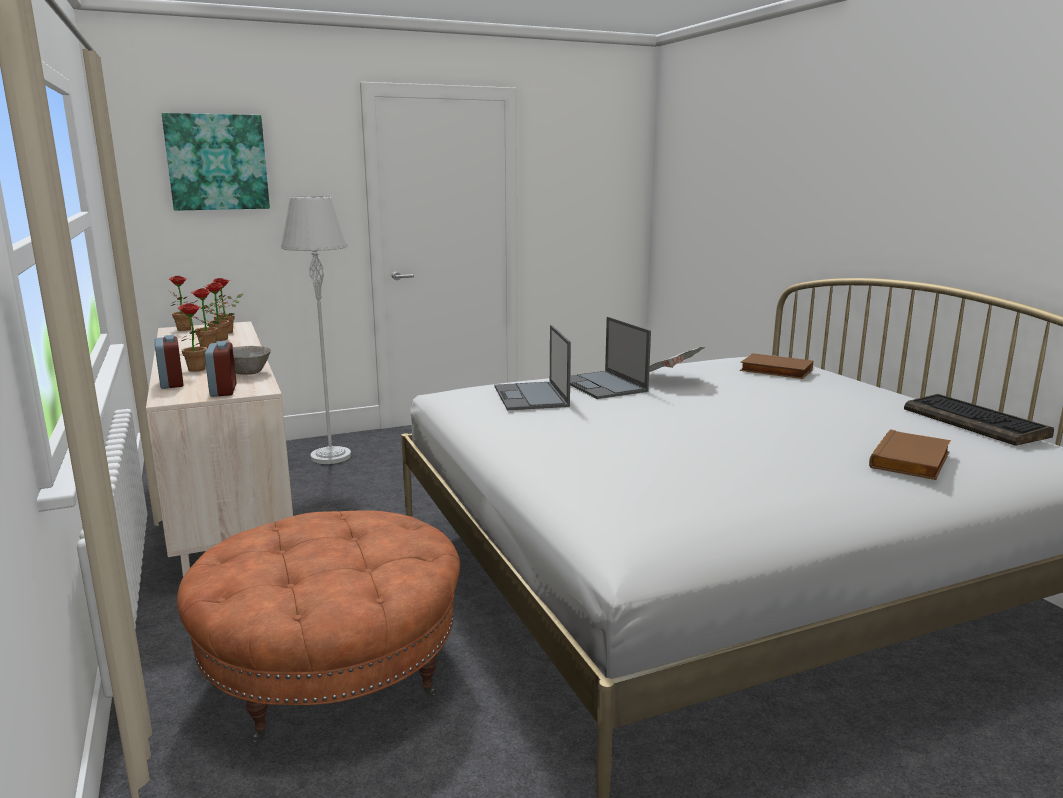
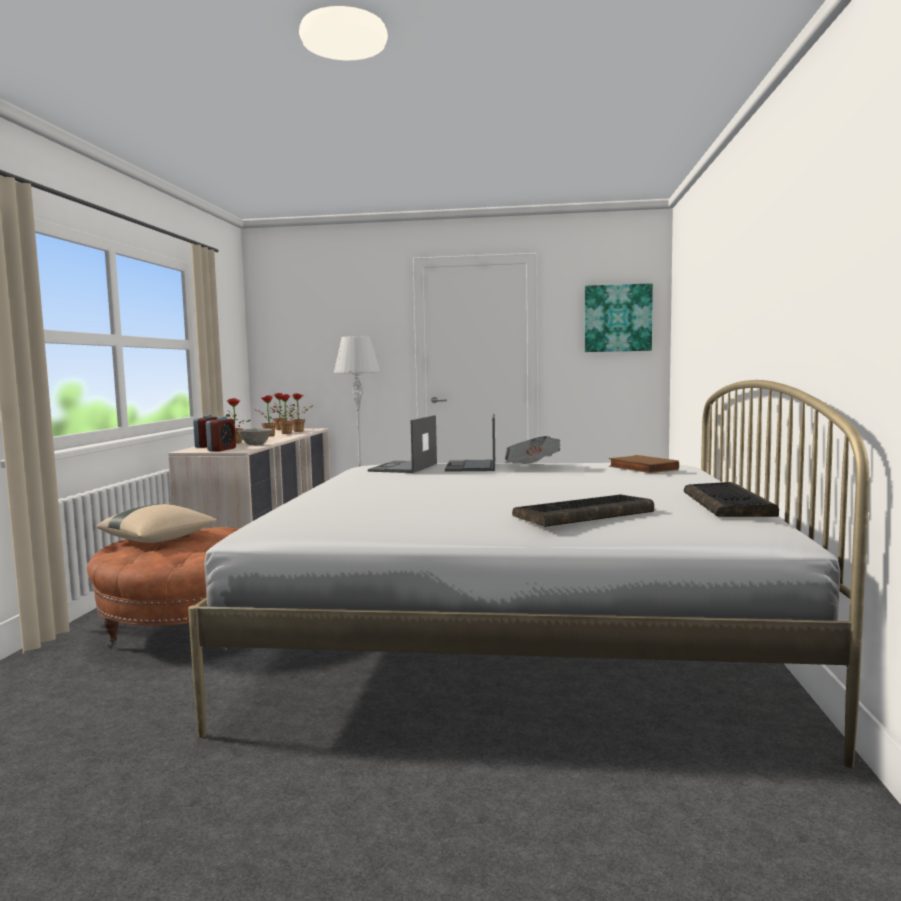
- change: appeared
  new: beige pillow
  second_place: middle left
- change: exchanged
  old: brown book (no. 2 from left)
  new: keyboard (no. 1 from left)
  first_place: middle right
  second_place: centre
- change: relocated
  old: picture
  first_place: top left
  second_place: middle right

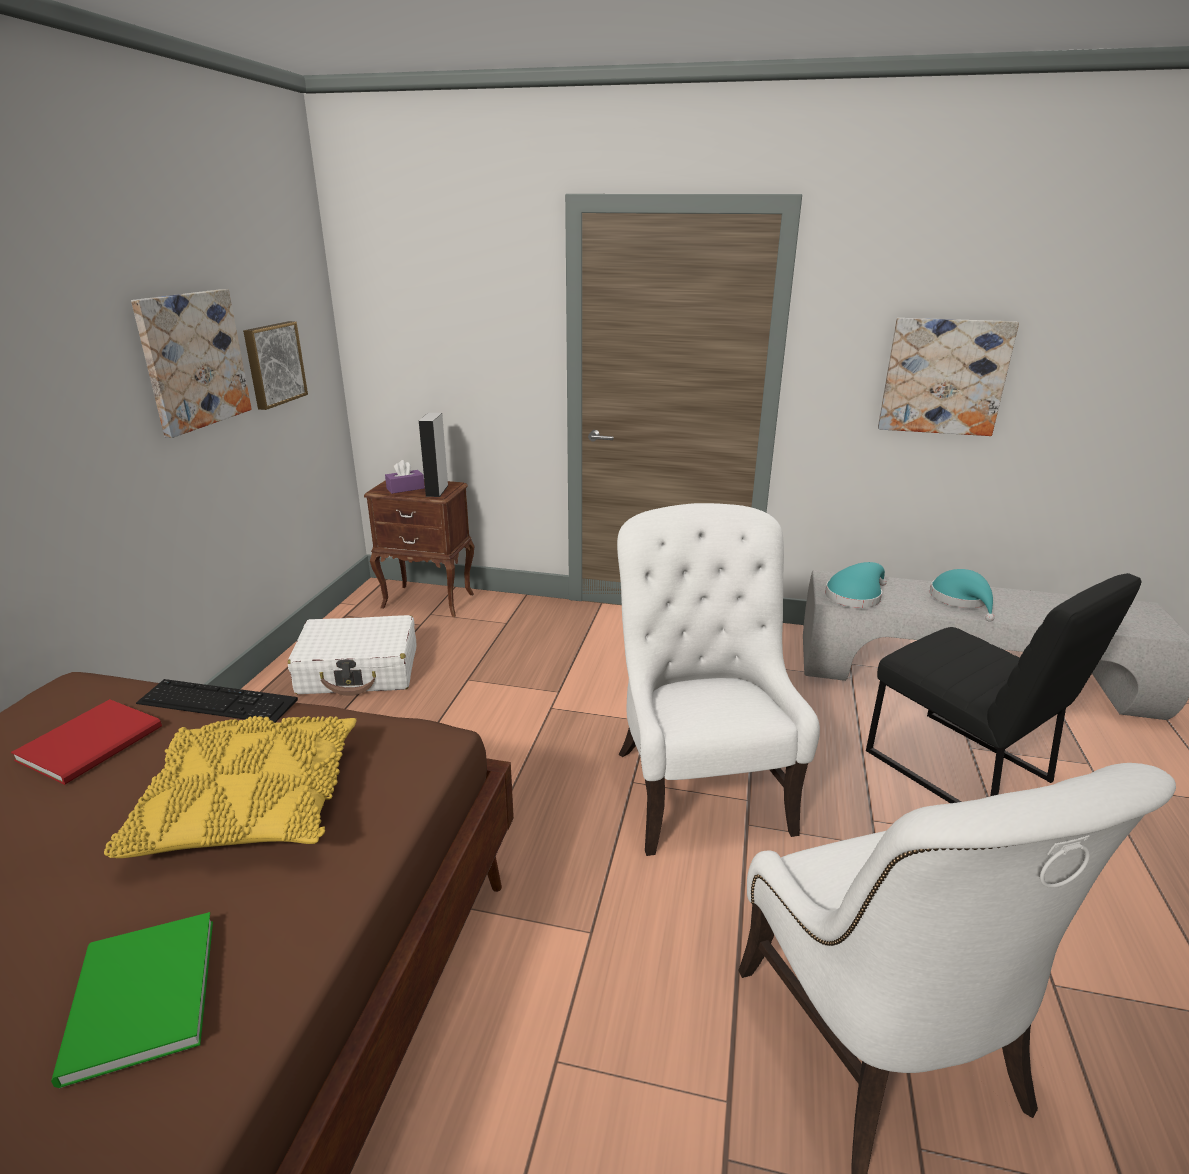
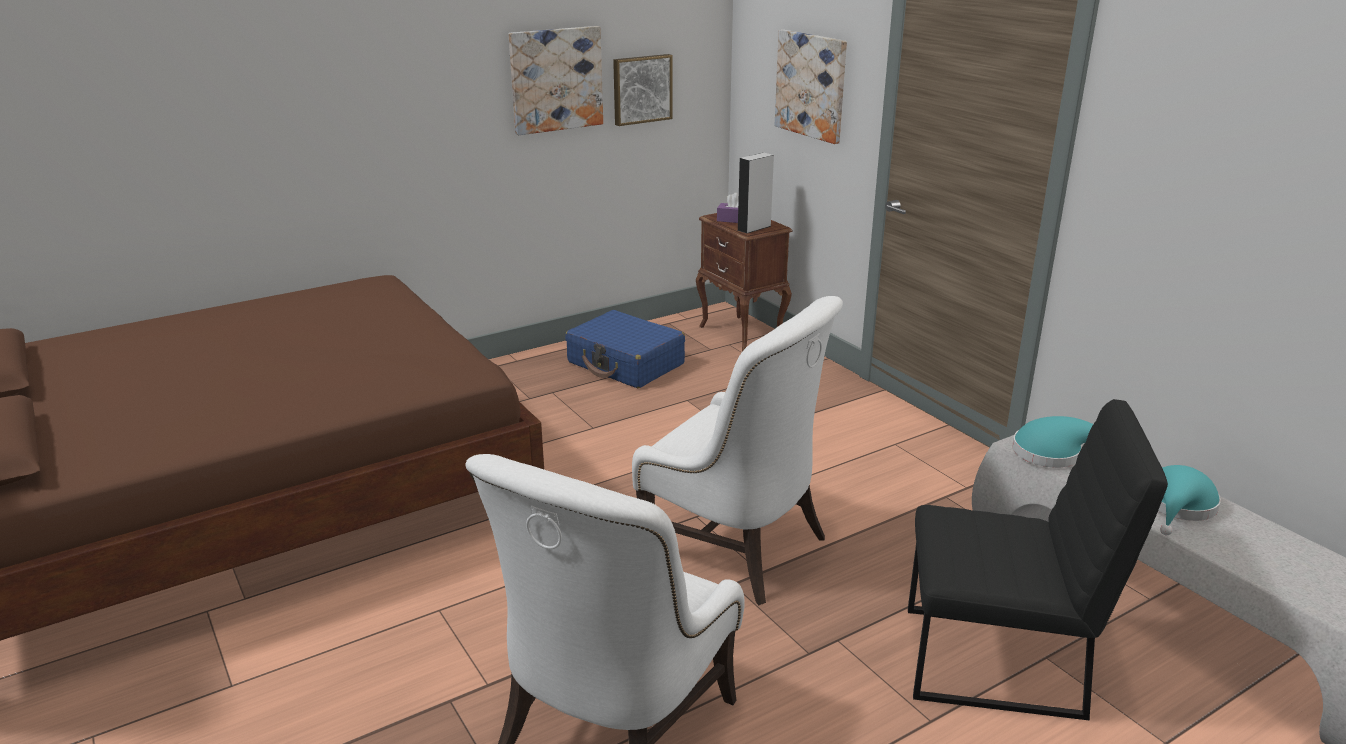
- change: colour
  old: white suitcase
  new: blue suitcase
  first_place: middle left
  second_place: centre
- change: spun
  old: white chair (no. 1 from left in the first image)
  first_place: centre
  second_place: centre
  degrees: 90
- change: relocated
  old: picture (no. 3 from left)
  first_place: top right
  second_place: top centre
- change: spun
  old: black chair
  first_place: middle right
  second_place: bottom right
  degrees: -90
- change: missing
  old: red book
  first_place: middle left
- change: missing
  old: green book
  first_place: bottom left
- change: missing
  old: yellow pillow
  first_place: bottom left
- change: missing
  old: keyboard
  first_place: middle left

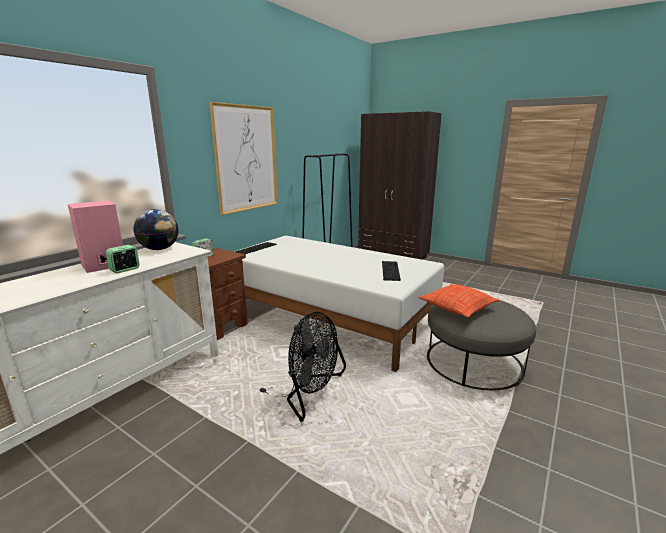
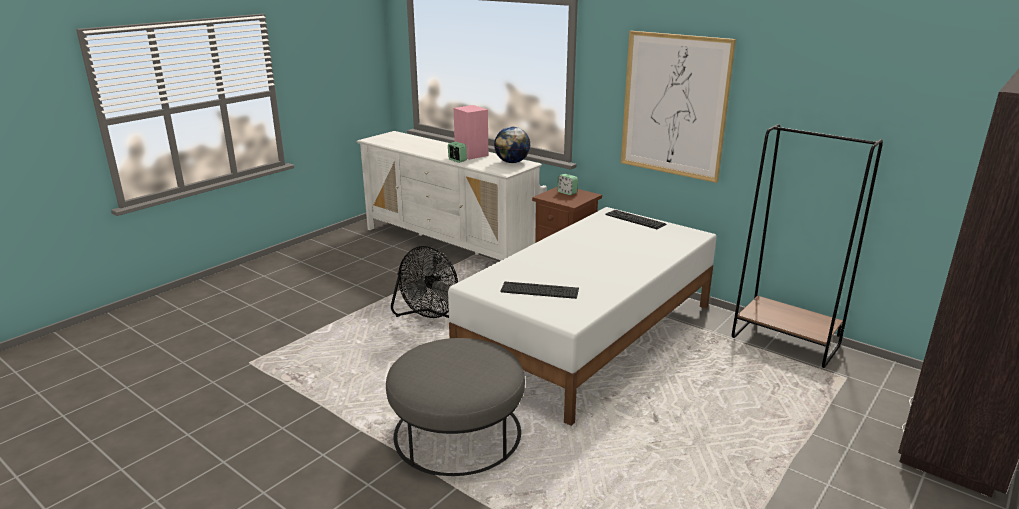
- change: missing
  old: orange pillow
  first_place: middle right

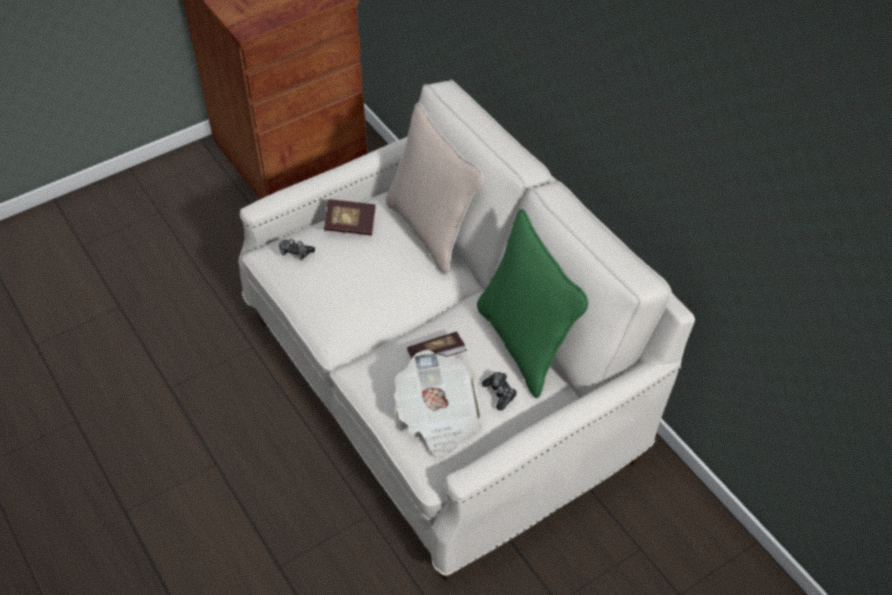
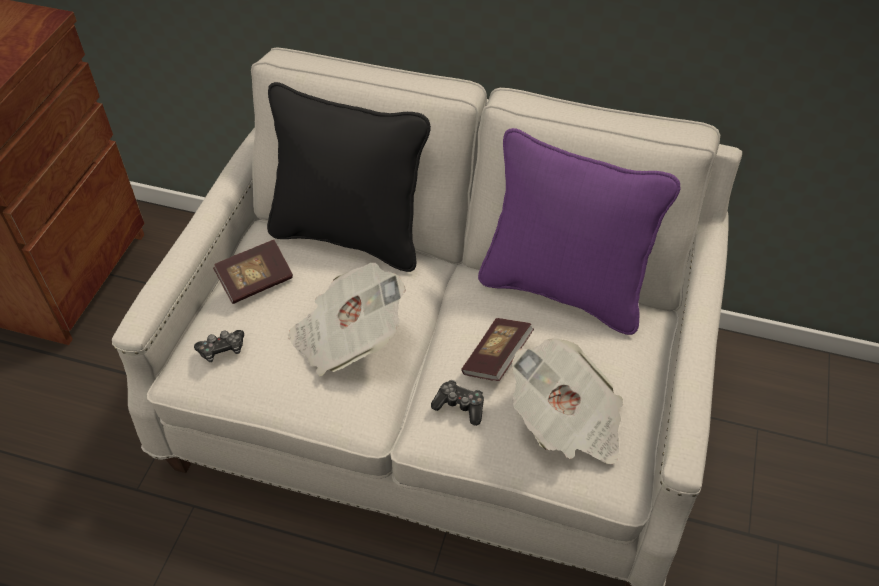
- change: colour
  old: beige pillow
  new: black pillow
  first_place: top centre
  second_place: top centre
- change: appeared
  new: newspaper (no. 1 from left)
  second_place: centre
- change: relocated
  old: game controller (no. 2 from left)
  first_place: centre
  second_place: bottom centre
- change: colour
  old: green pillow
  new: purple pillow
  first_place: centre
  second_place: centre

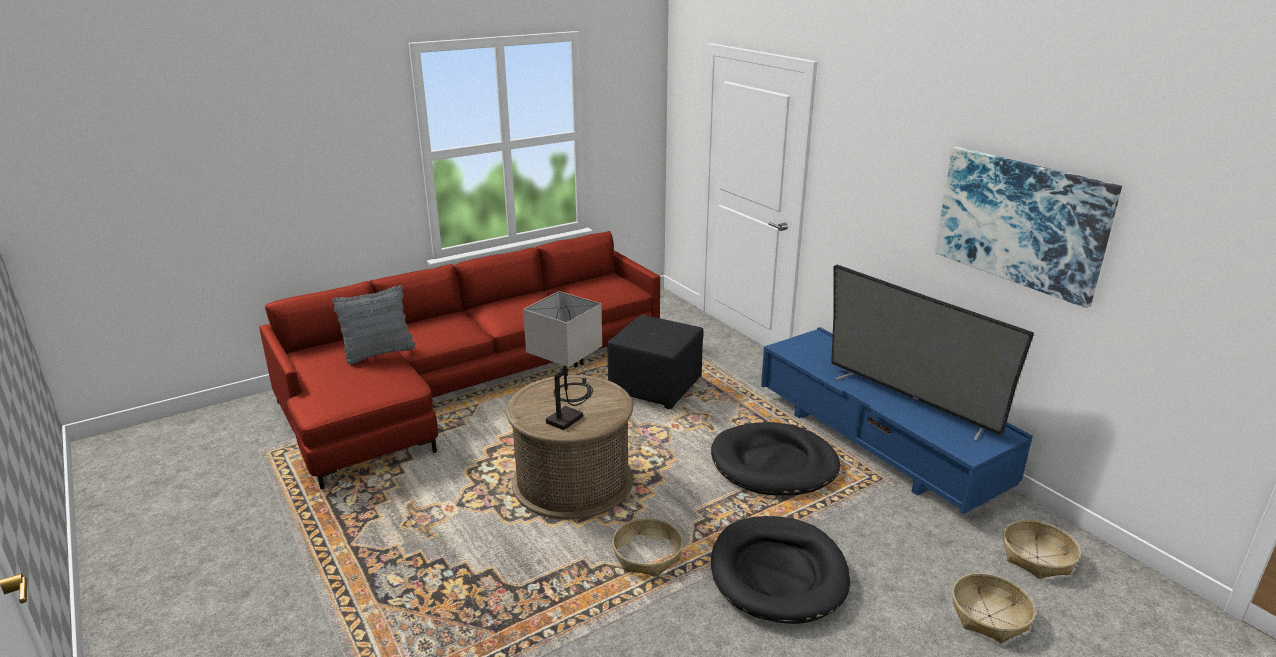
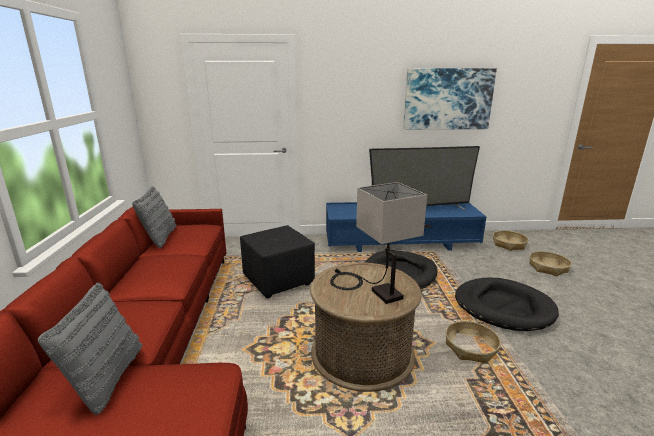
- change: appeared
  new: grey pillow (no. 2 from left)
  second_place: middle left

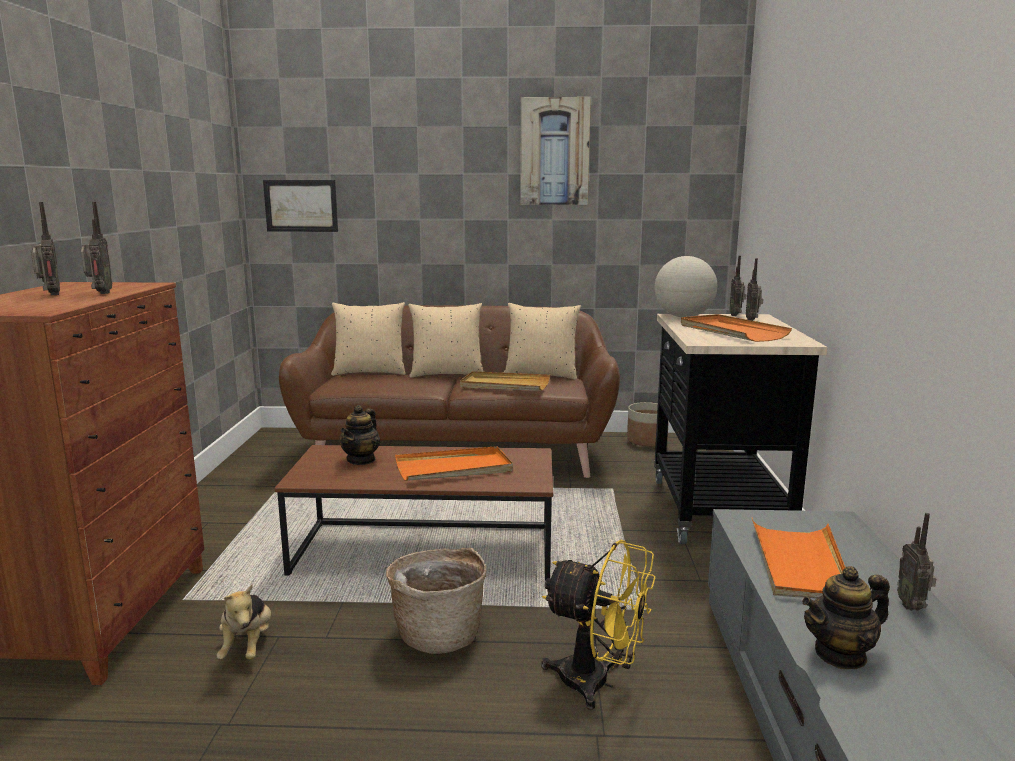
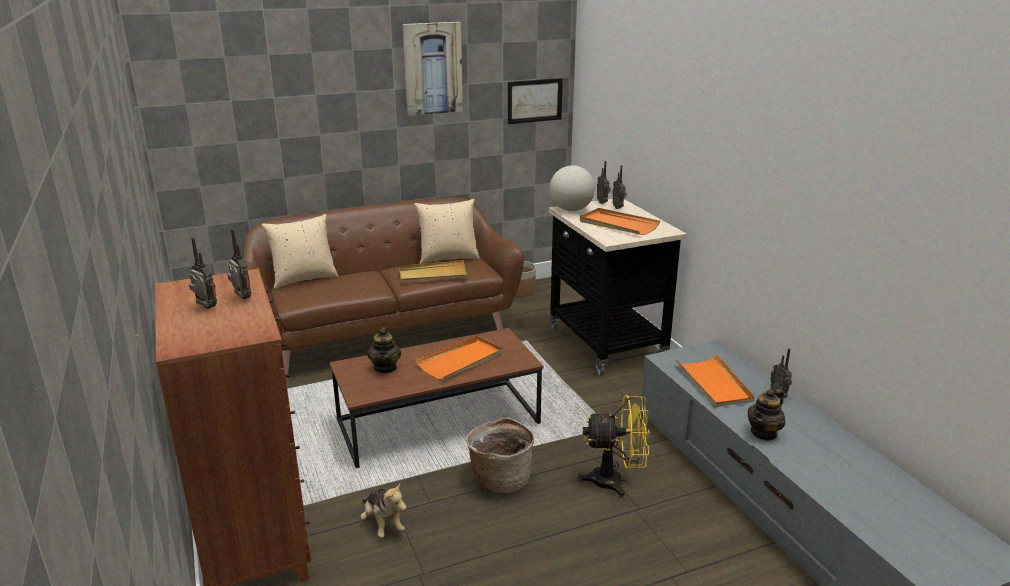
- change: relocated
  old: picture (no. 1 from left in the first image)
  new: picture (no. 2 from left)
  first_place: top left
  second_place: top centre
- change: missing
  old: beige pillow (no. 2 from left)
  first_place: centre

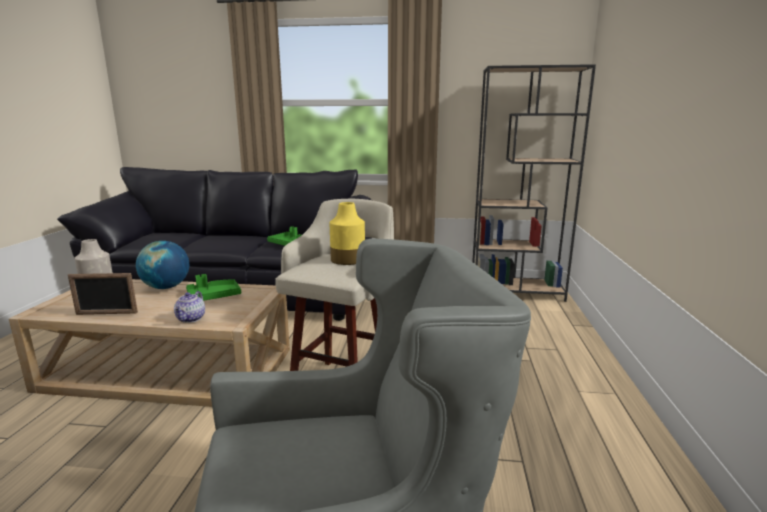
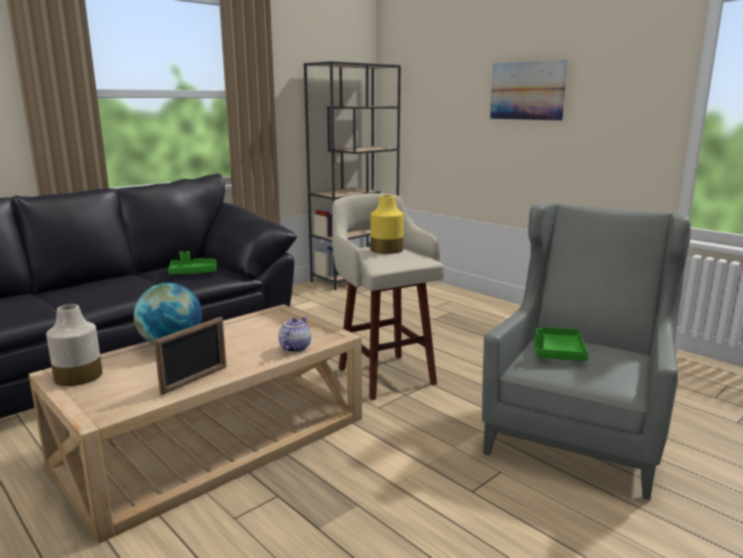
- change: spun
  old: teapot
  first_place: middle left
  second_place: centre
  degrees: -120
- change: appeared
  new: picture
  second_place: top right
- change: relocated
  old: green tray (no. 1 from left in the first image)
  new: green tray (no. 2 from left)
  first_place: middle left
  second_place: middle right

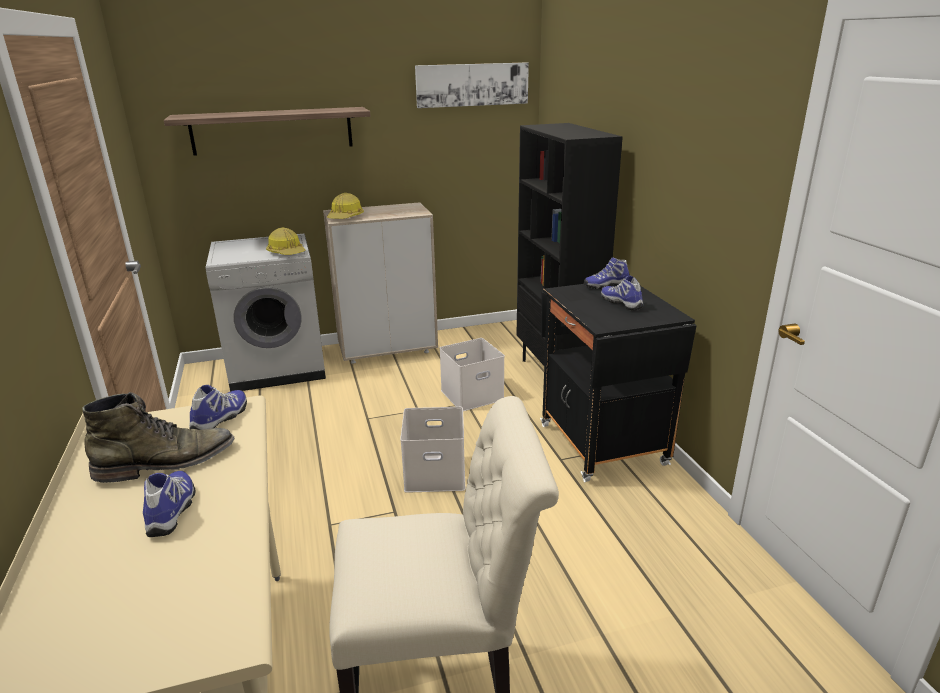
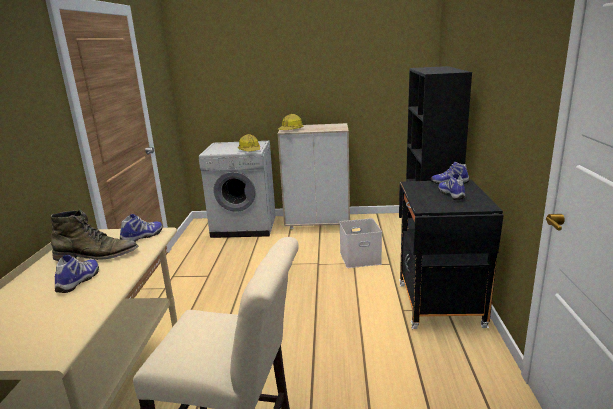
- change: missing
  old: shelf
  first_place: top left
- change: missing
  old: white storage box (no. 1 from left)
  first_place: centre
- change: missing
  old: picture
  first_place: top centre

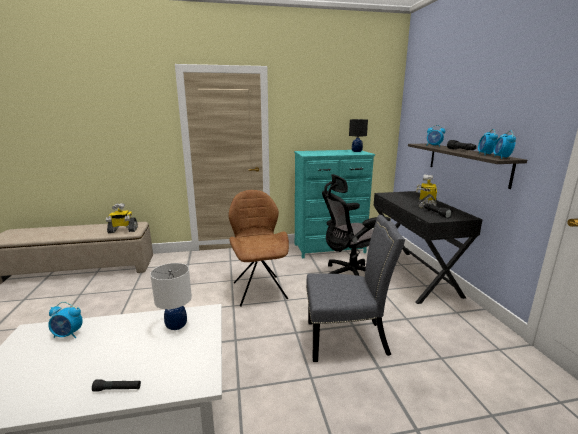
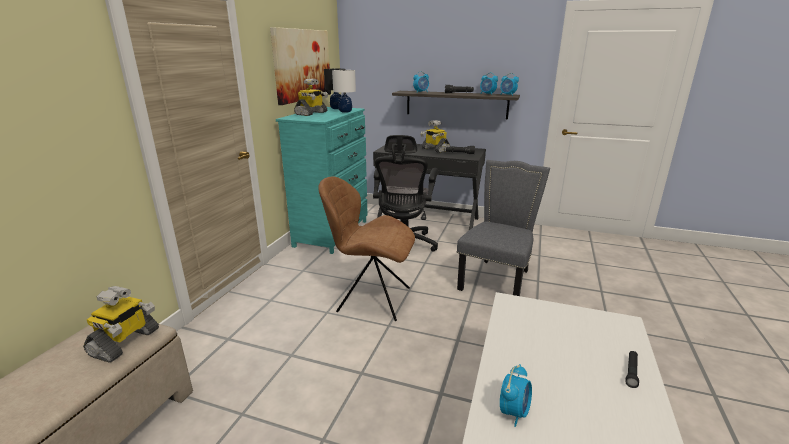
- change: appeared
  new: picture
  second_place: top centre
- change: appeared
  new: toy robot (no. 2 from left)
  second_place: top centre
- change: relocated
  old: white table lamp
  first_place: bottom left
  second_place: top centre

